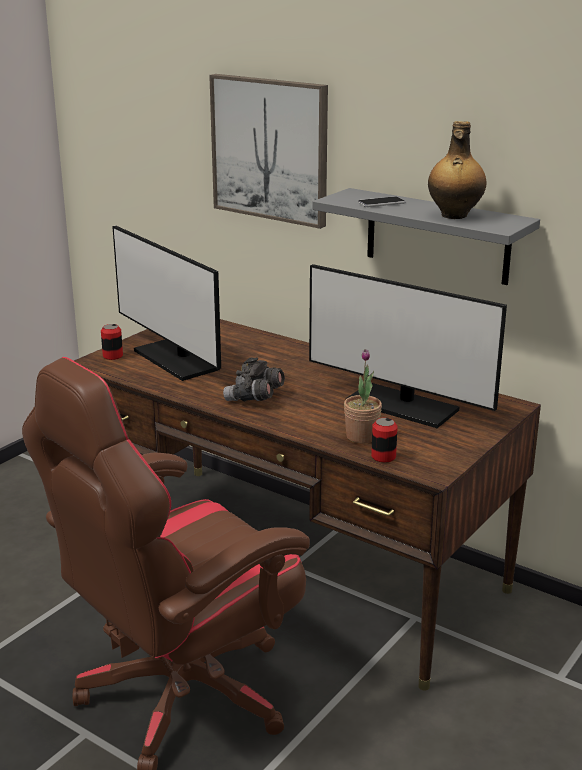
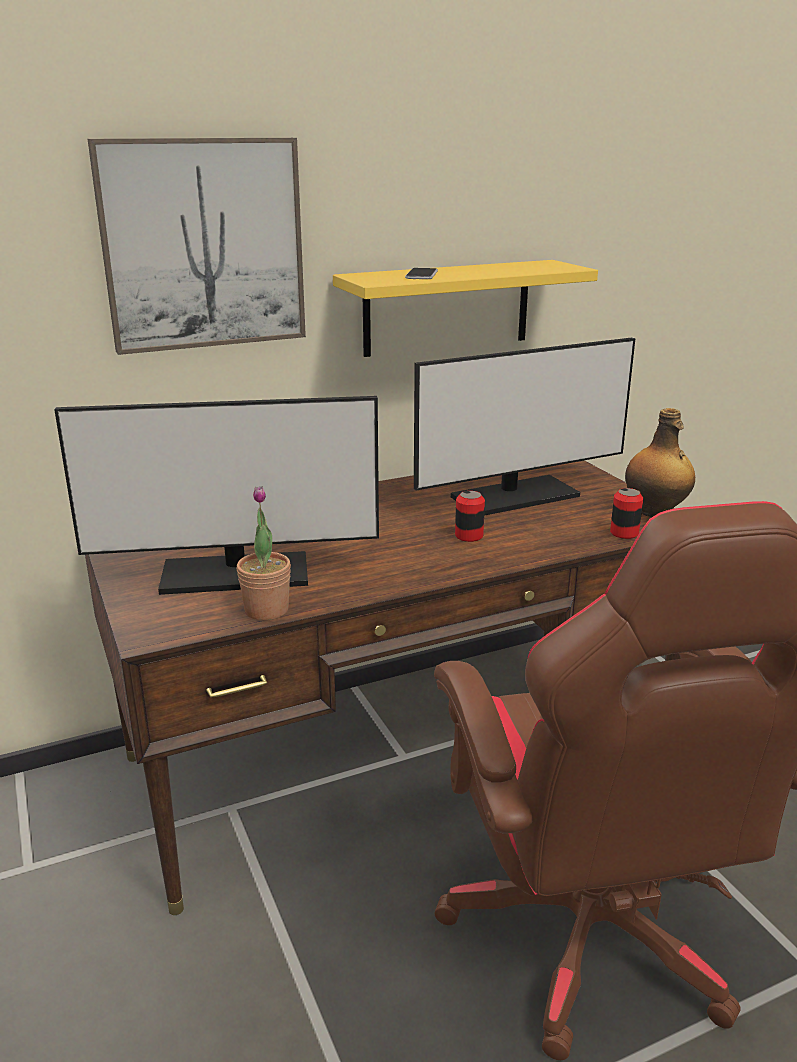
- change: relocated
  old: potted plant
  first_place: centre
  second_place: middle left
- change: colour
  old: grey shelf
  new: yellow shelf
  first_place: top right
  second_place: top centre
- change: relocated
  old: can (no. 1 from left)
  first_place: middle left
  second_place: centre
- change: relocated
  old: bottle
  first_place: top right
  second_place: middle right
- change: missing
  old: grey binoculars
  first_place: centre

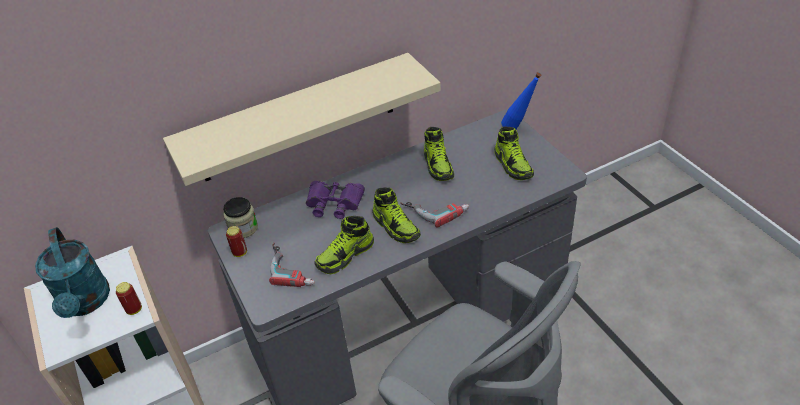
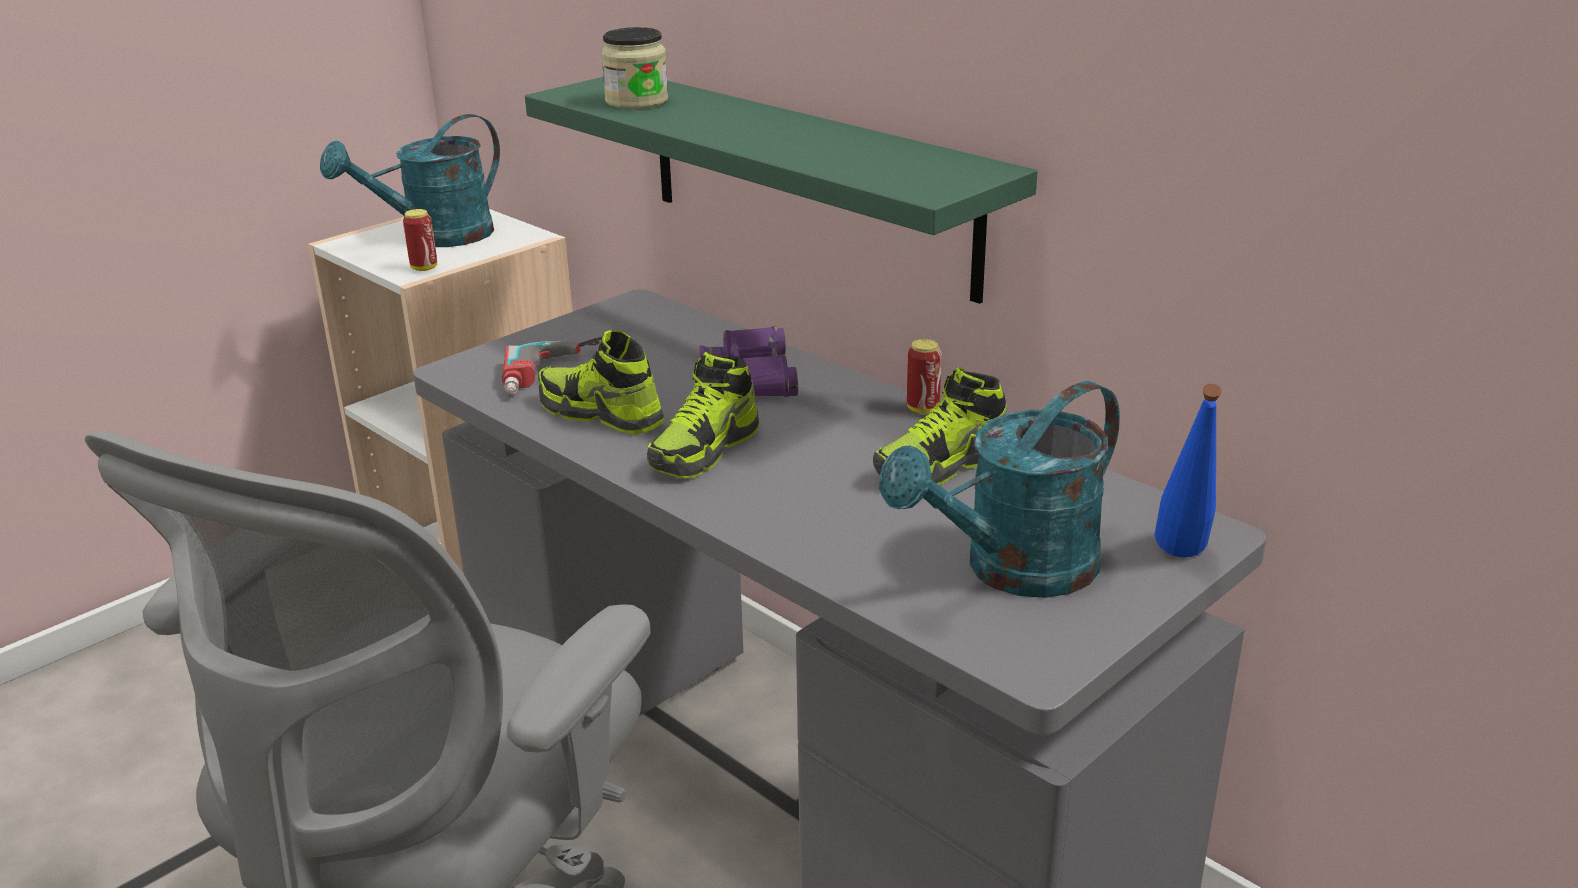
- change: colour
  old: beige shelf
  new: green shelf
  first_place: top centre
  second_place: top centre
- change: relocated
  old: jar
  first_place: middle left
  second_place: top centre
- change: exchanged
  old: shoe (no. 4 from left)
  new: turquoise watering can (no. 2 from left)
  first_place: centre
  second_place: centre
- change: relocated
  old: can (no. 2 from left)
  first_place: middle left
  second_place: centre
- change: missing
  old: power drill (no. 2 from left)
  first_place: centre

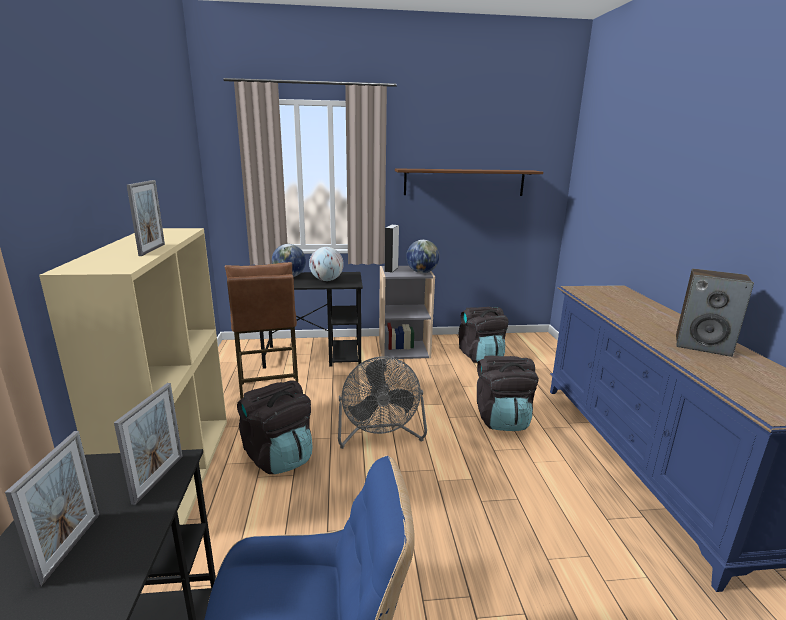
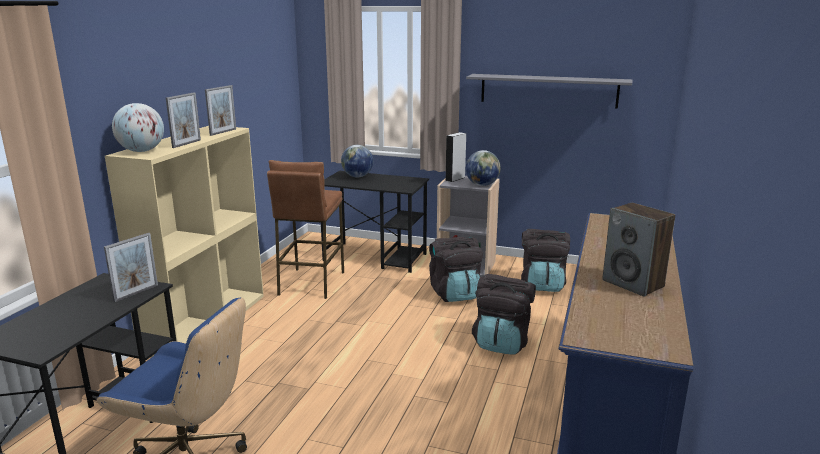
- change: relocated
  old: globe (no. 2 from left in the first image)
  new: globe (no. 1 from left)
  first_place: centre
  second_place: top left
- change: relocated
  old: picture frame (no. 1 from left in the first image)
  new: picture frame (no. 3 from left)
  first_place: bottom left
  second_place: top left
- change: relocated
  old: black backpack (no. 1 from left)
  first_place: bottom centre
  second_place: centre
- change: colour
  old: brown shelf
  new: grey shelf
  first_place: top centre
  second_place: top right
- change: missing
  old: grey fan
  first_place: centre

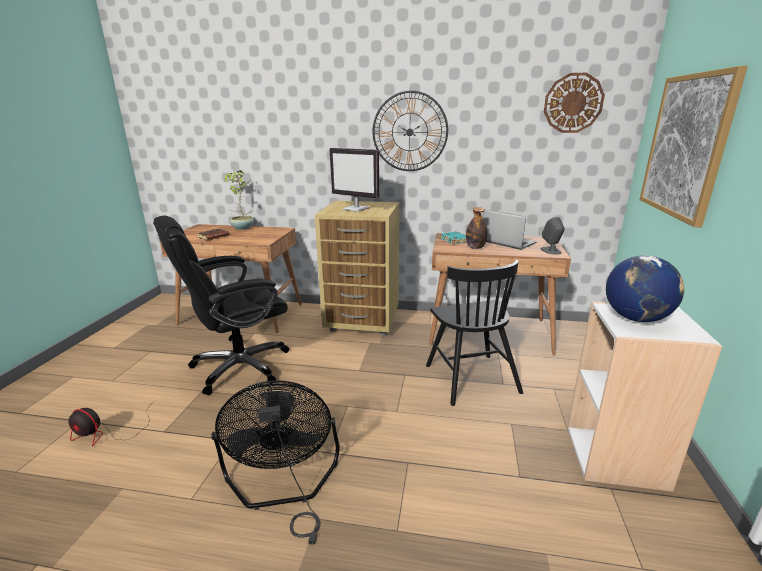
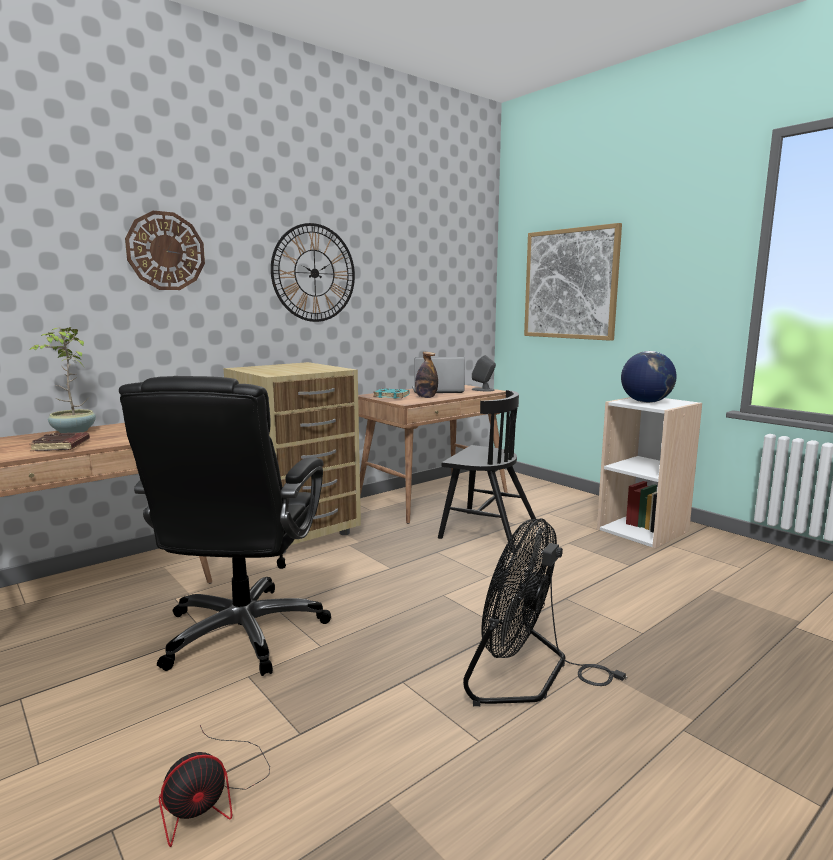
- change: relocated
  old: wall clock (no. 2 from left in the first image)
  new: wall clock (no. 1 from left)
  first_place: top right
  second_place: top left
- change: missing
  old: monitor
  first_place: top centre

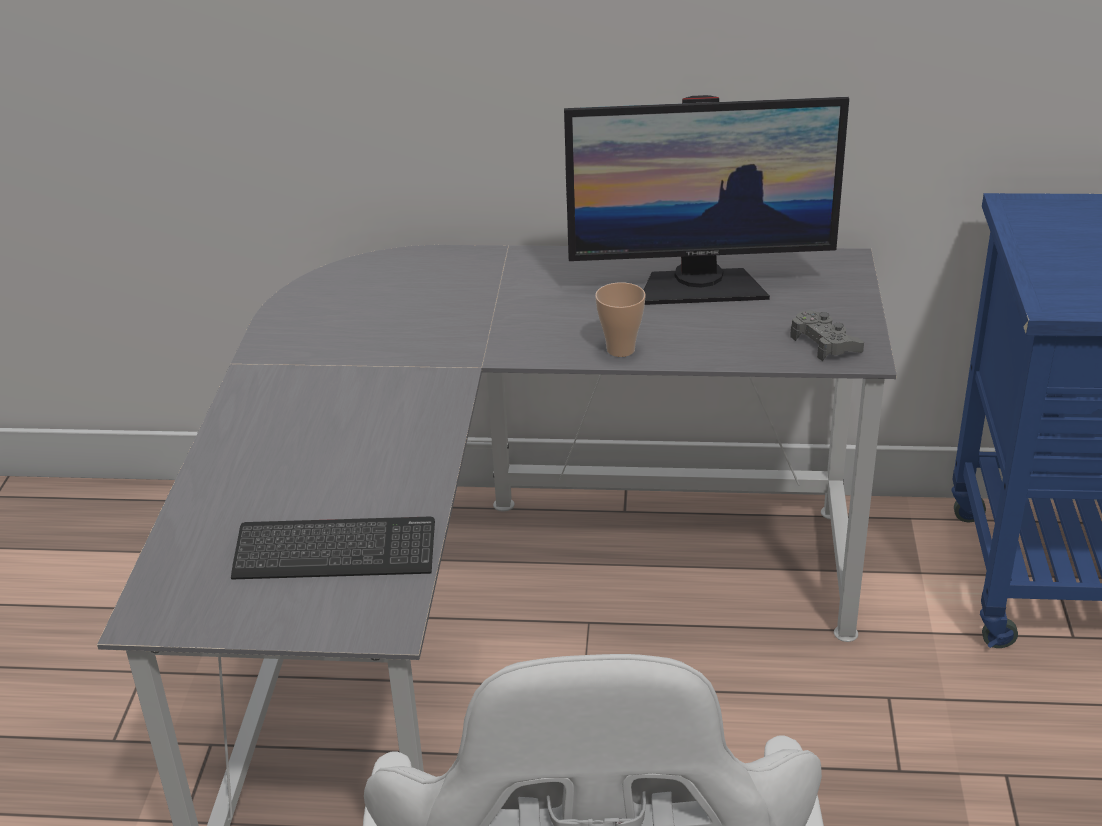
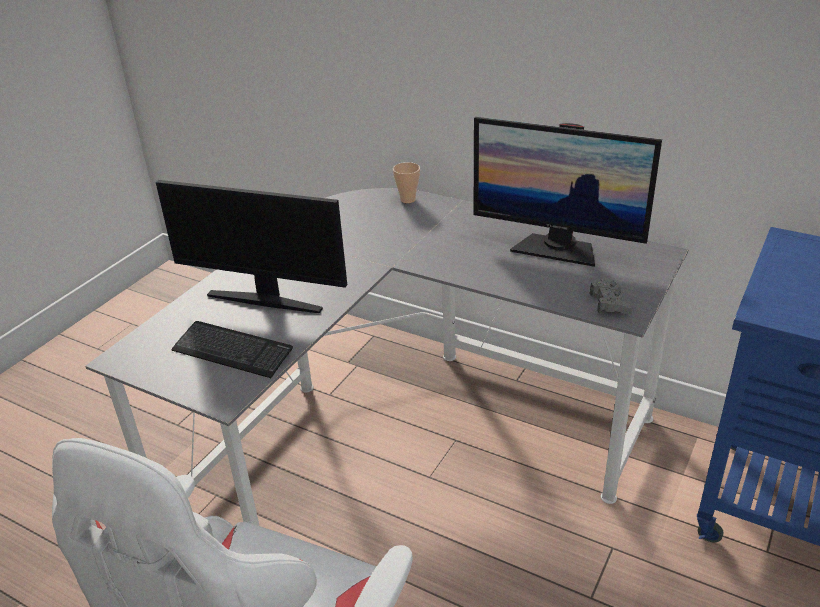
- change: appeared
  new: monitor (no. 1 from left)
  second_place: middle left
- change: relocated
  old: cup
  first_place: centre
  second_place: top centre

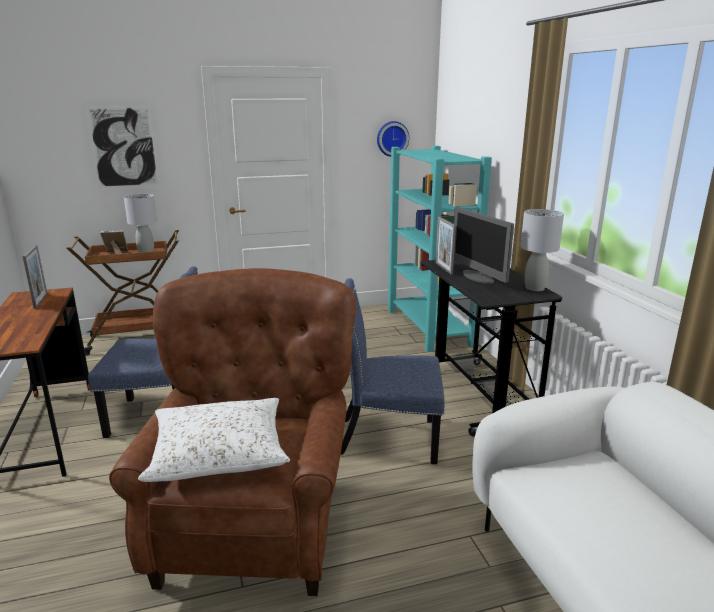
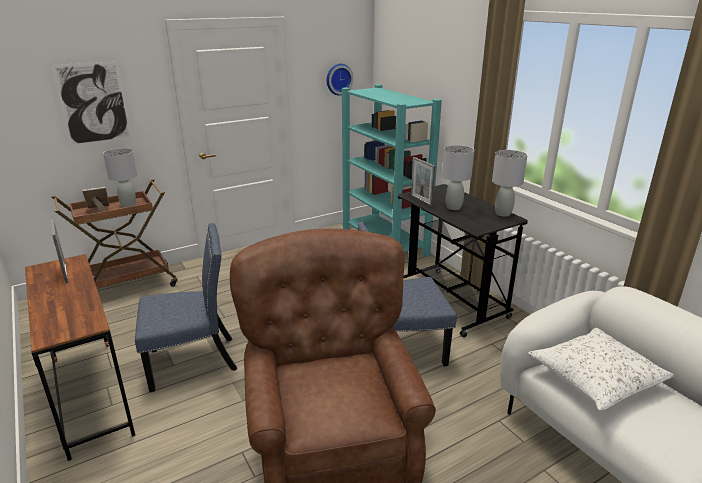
- change: exchanged
  old: monitor
  new: grey table lamp (no. 2 from left)
  first_place: middle right
  second_place: centre
- change: relocated
  old: white pillow
  first_place: bottom left
  second_place: bottom right

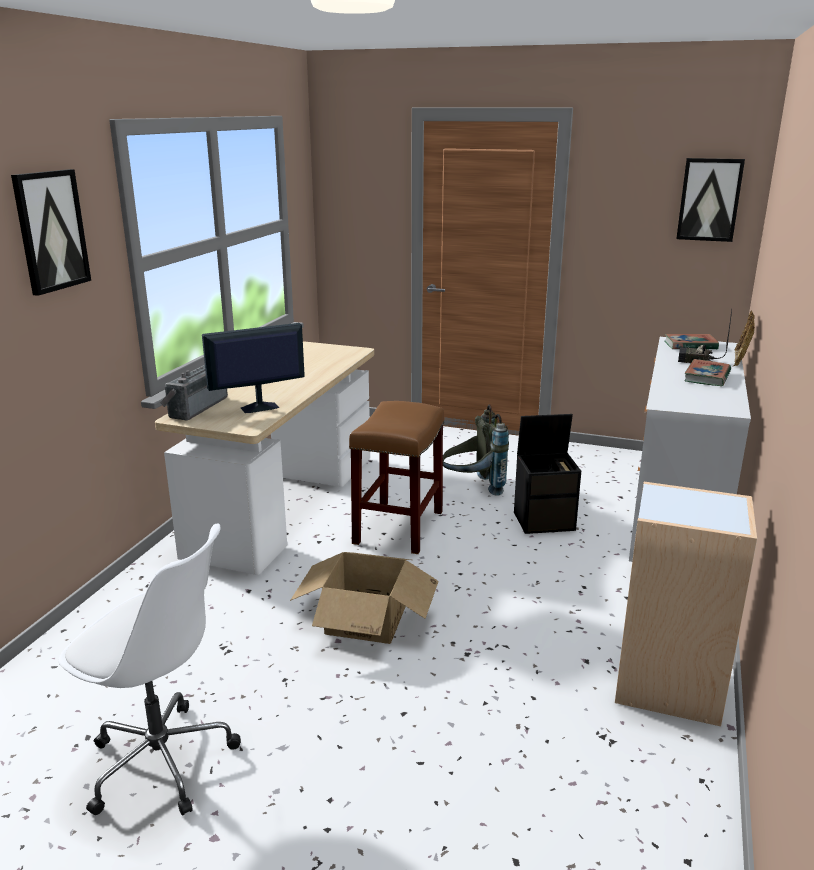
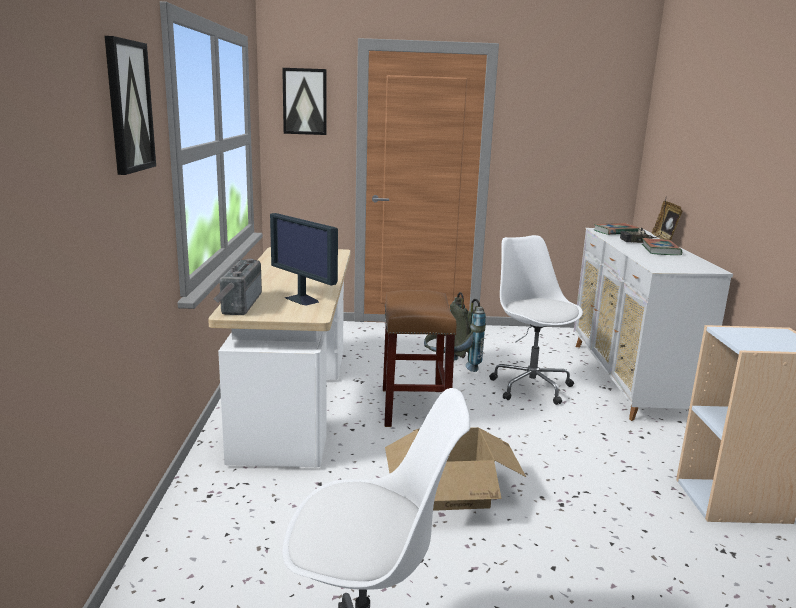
- change: spun
  old: monitor
  first_place: middle left
  second_place: centre
  degrees: -90
- change: relocated
  old: picture (no. 2 from left)
  first_place: top right
  second_place: top centre
- change: exchanged
  old: black storage box
  new: white office chair (no. 2 from left)
  first_place: middle right
  second_place: middle right

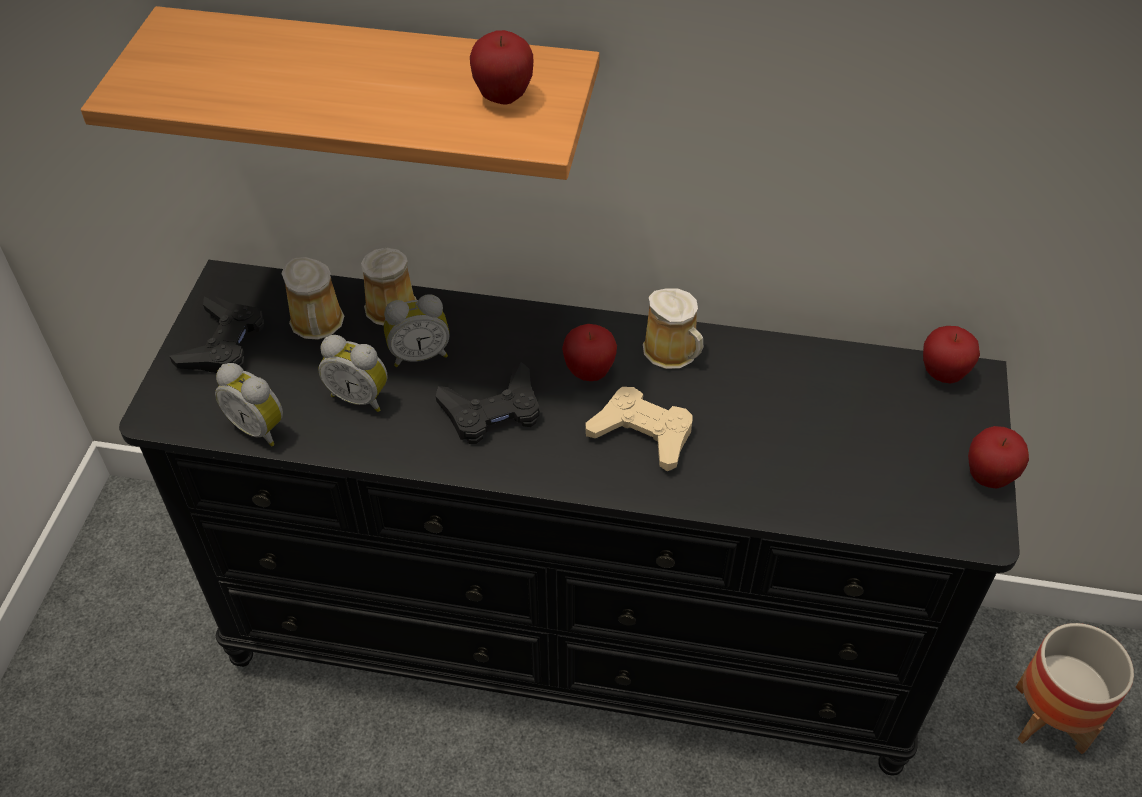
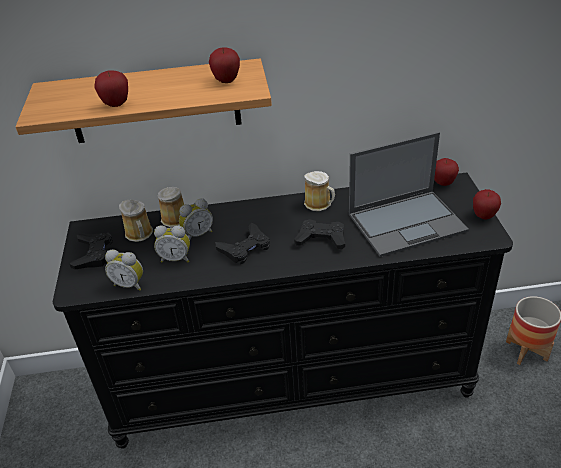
- change: relocated
  old: apple (no. 2 from left in the first image)
  new: apple (no. 1 from left)
  first_place: centre
  second_place: top left
- change: colour
  old: beige game controller
  new: black game controller (no. 3 from left)
  first_place: centre
  second_place: centre
- change: appeared
  new: laptop
  second_place: middle right

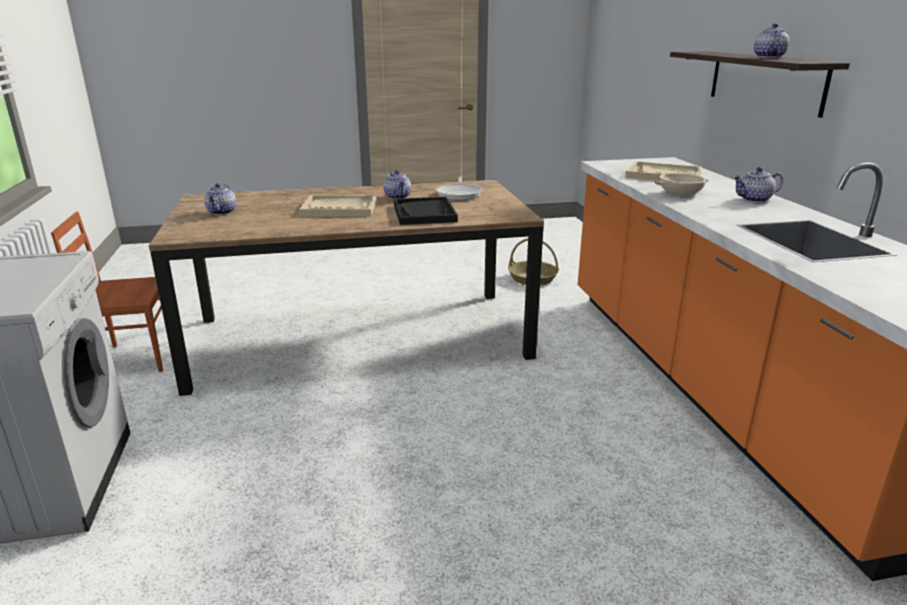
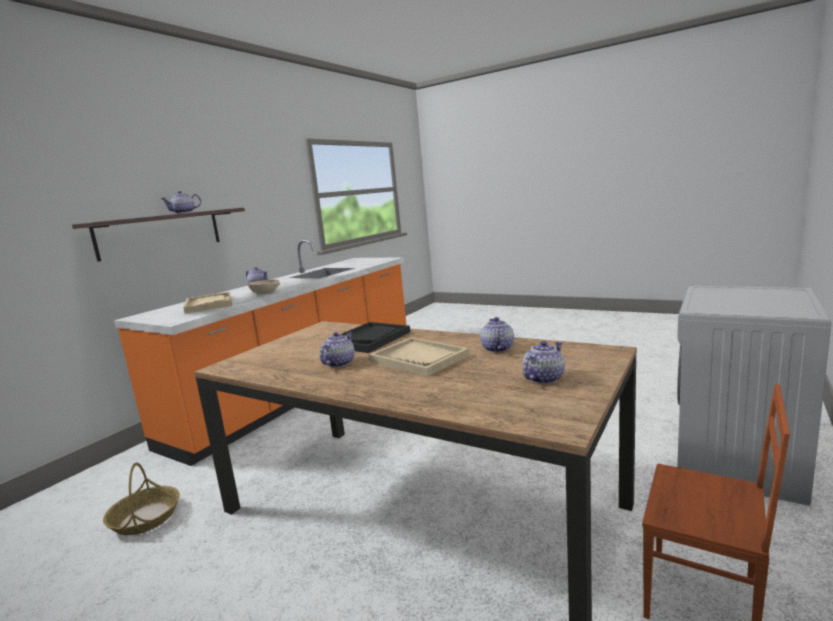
- change: appeared
  new: teapot (no. 4 from left)
  second_place: centre
- change: missing
  old: frying pan
  first_place: top centre

